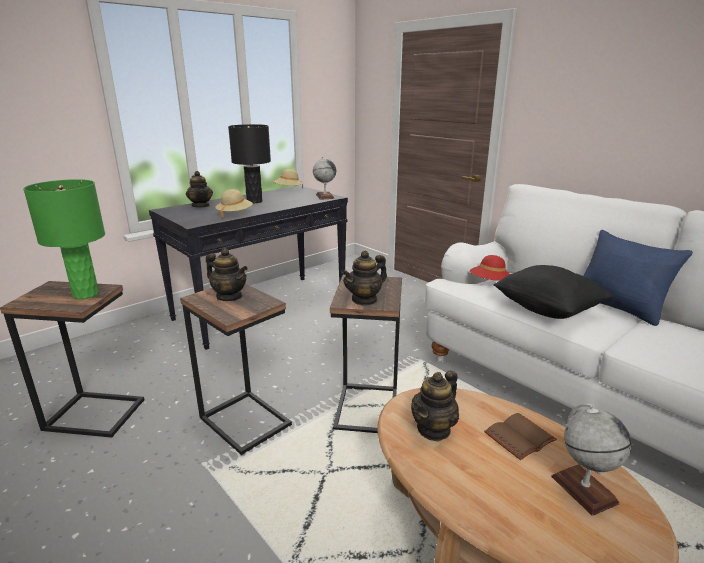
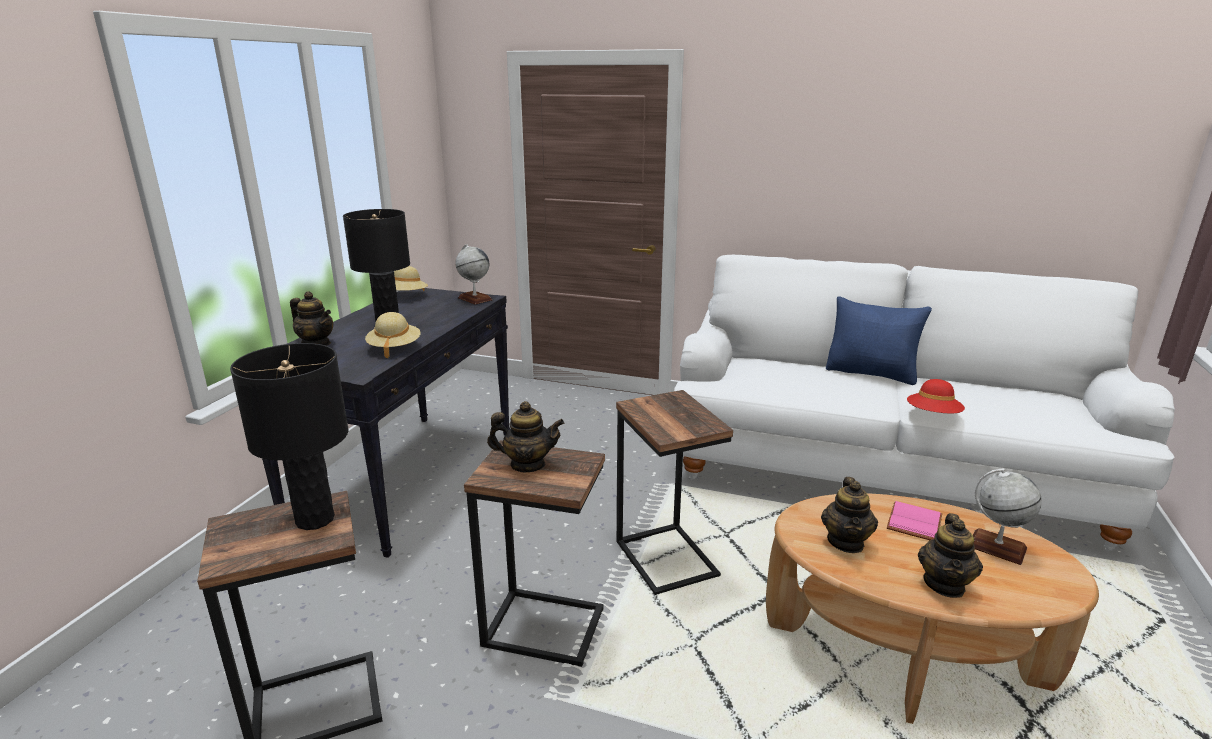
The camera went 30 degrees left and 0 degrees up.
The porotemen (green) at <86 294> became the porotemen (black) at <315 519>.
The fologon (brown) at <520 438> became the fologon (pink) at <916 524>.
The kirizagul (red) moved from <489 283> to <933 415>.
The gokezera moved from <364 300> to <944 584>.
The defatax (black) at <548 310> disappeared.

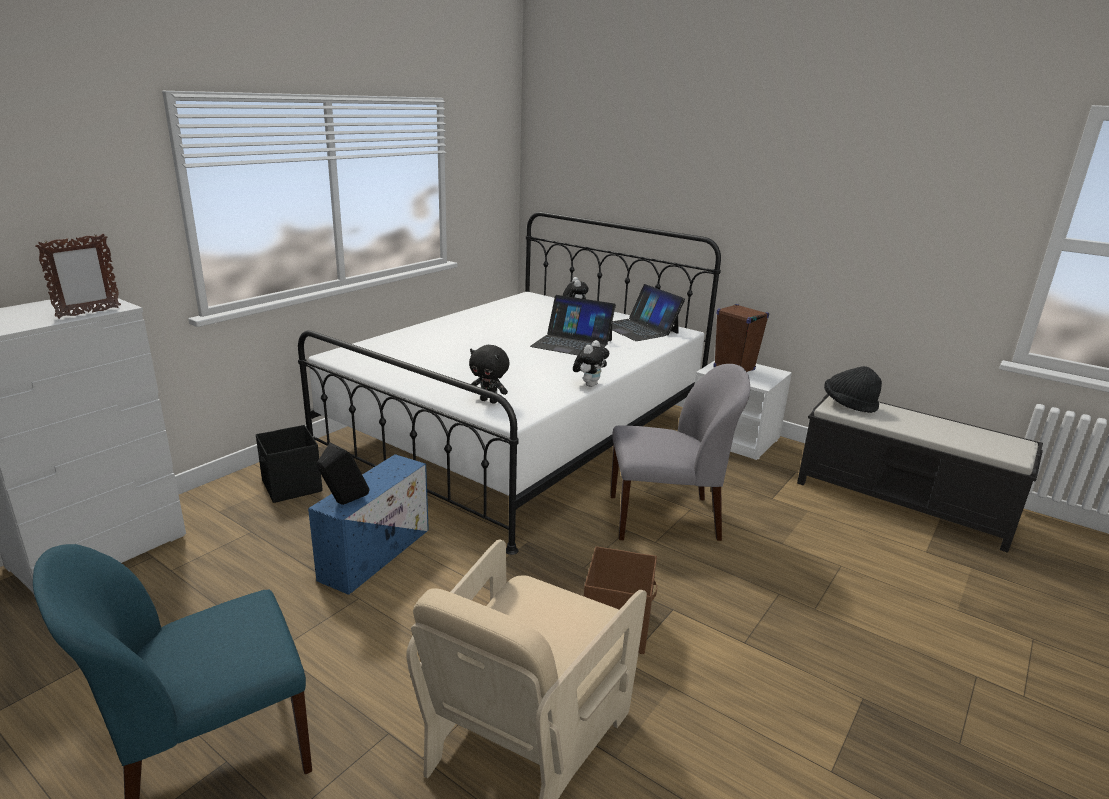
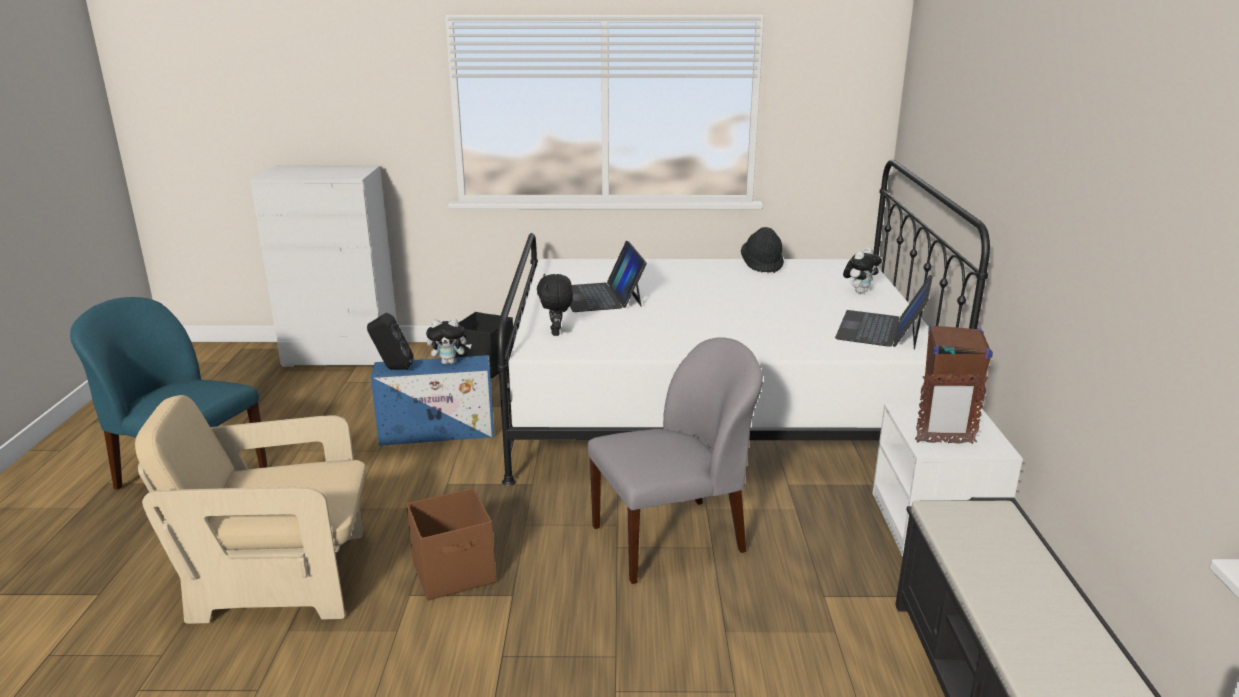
The camera went 55 degrees right and 0 degrees up.
The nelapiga moved from <589 384> to <449 362>.
The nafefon moved from <572 343> to <601 296>.
The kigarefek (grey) at <666 518> turned 75 degrees counterclockwise.
The kirizagul (black) moved from <848 405> to <762 265>.
The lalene moved from <88 313> to <944 442>.

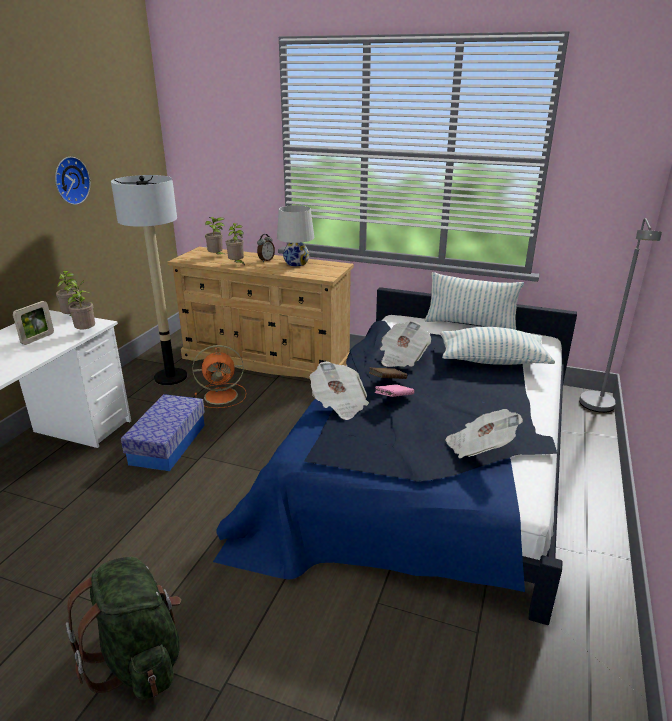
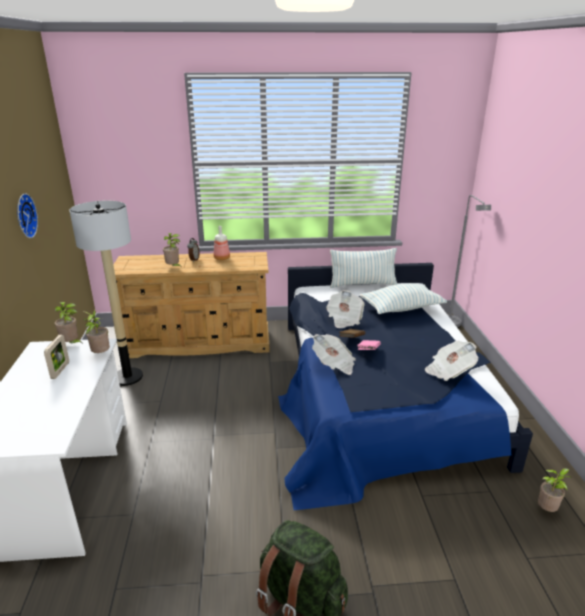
The camera went 25 degrees left and 0 degrees up.
The porotemen (white) at <296 263> was replaced by the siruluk at <222 258>.
The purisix moved from <217 256> to <547 510>.
The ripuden at <168 444> disappeared.
The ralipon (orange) at <222 395> disappeared.

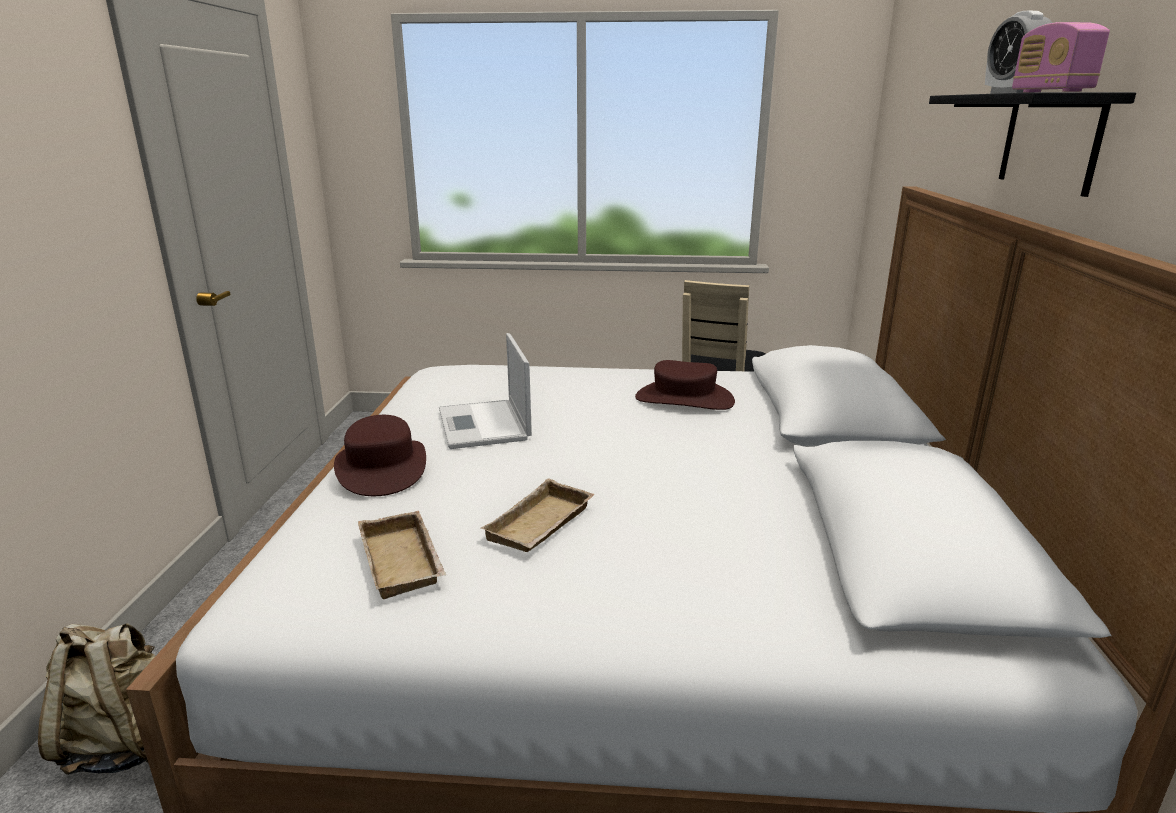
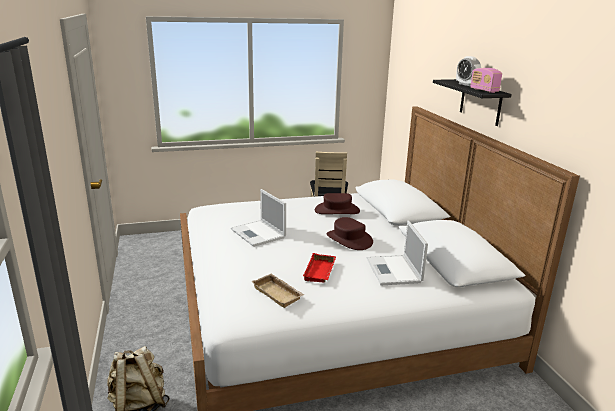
The camera went 20 degrees left and 0 degrees up.
The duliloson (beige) at <541 525> became the duliloson (red) at <321 272>.
The kirizagul (brown) moved from <381 468> to <349 239>.
The nafefon at <394 271> appeared.

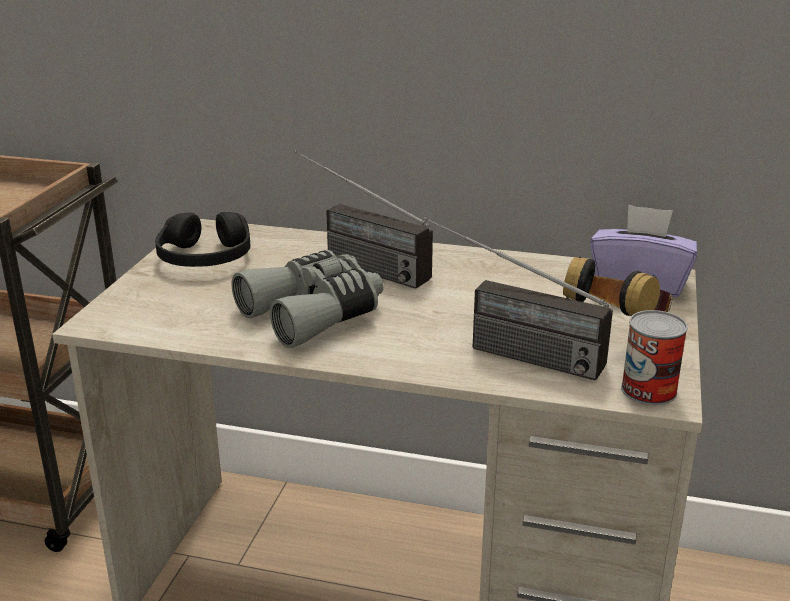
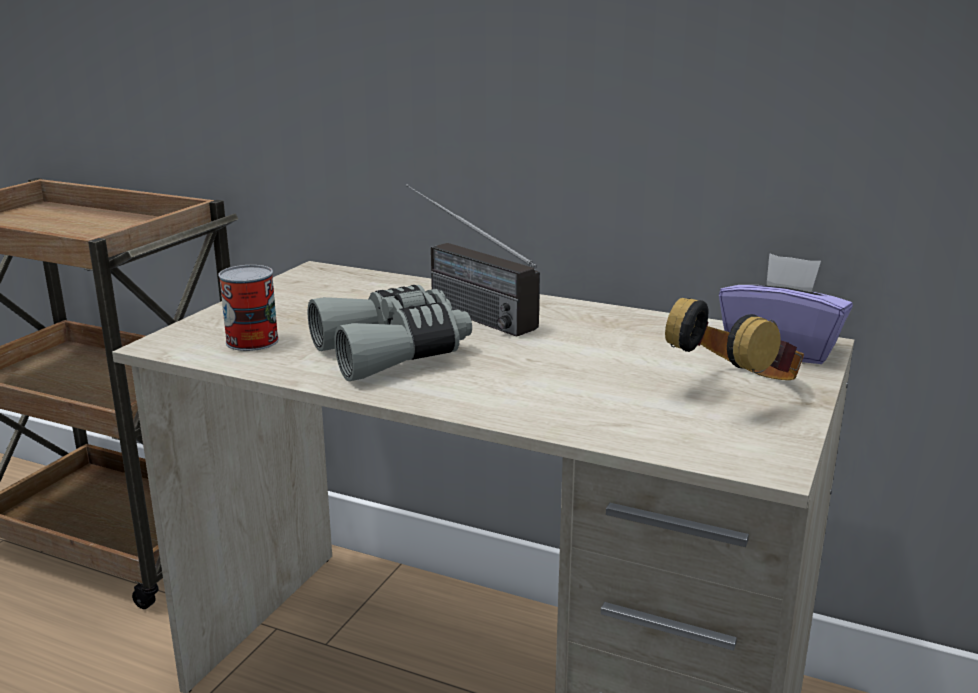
The camera went 10 degrees right and 5 degrees down.
The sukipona moved from <649 390> to <252 341>.
The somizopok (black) at <205 257> disappeared.
The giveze at <503 350> disappeared.

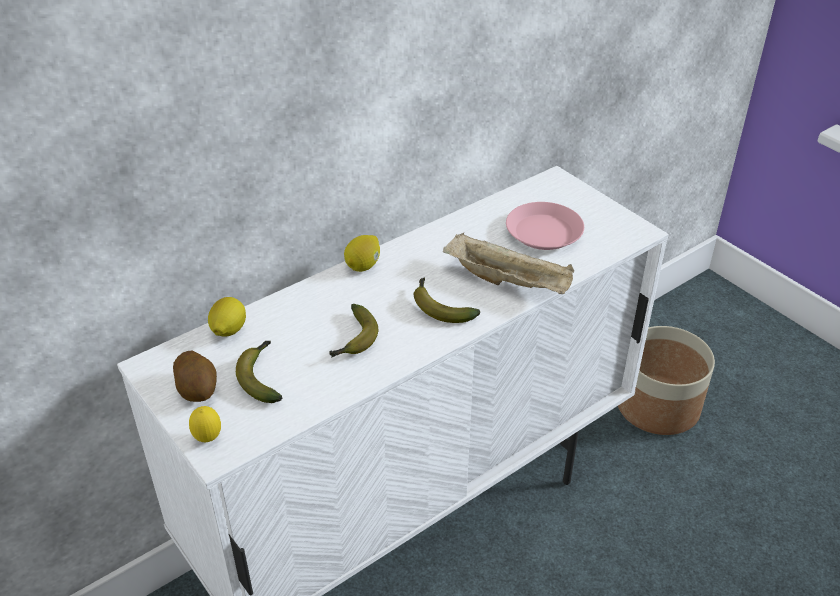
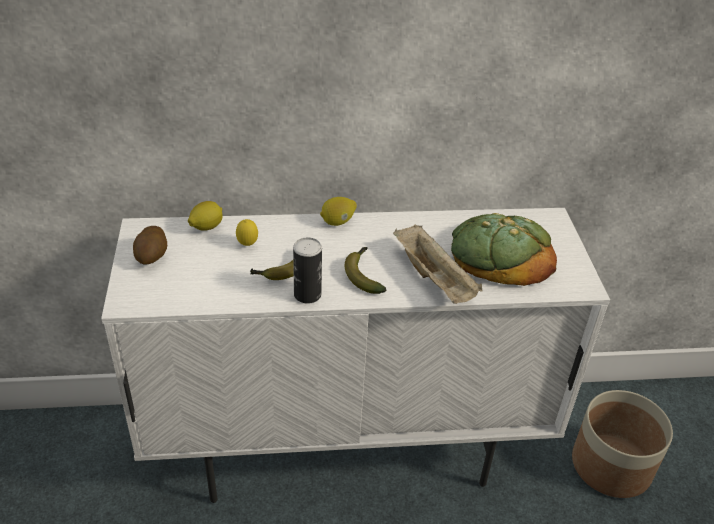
The camera went 30 degrees right and 0 degrees up.
The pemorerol moved from <208 439> to <247 245>.
The sukipona at <307 294> appeared.
The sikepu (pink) at <544 232> was replaced by the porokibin at <500 254>.
The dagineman at <261 377> disappeared.

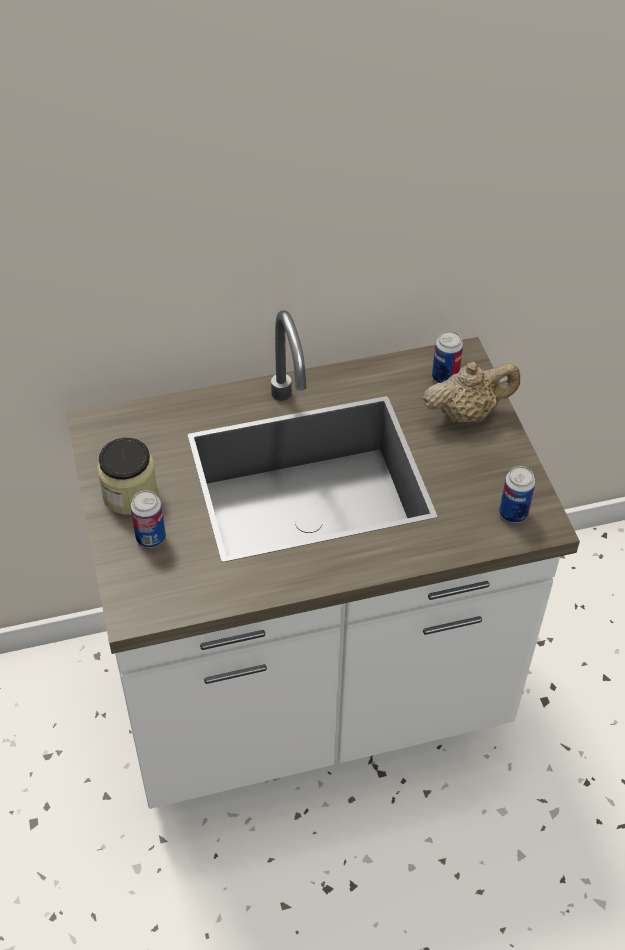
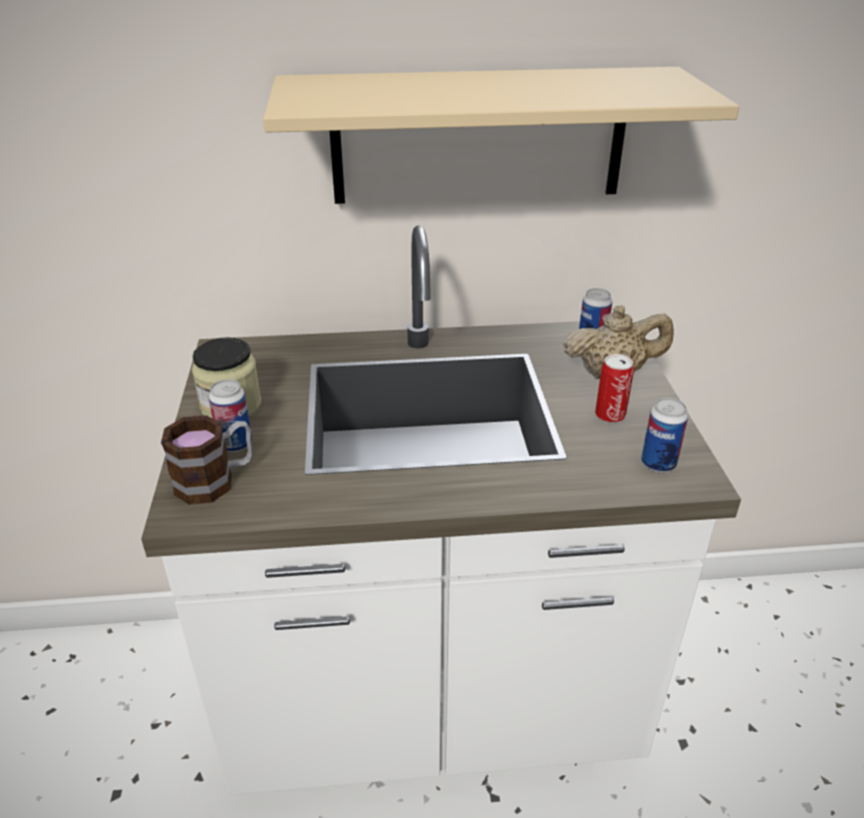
The camera went 10 degrees right and 15 degrees down.
The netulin at <216 480> appeared.
The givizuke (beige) at <478 136> appeared.
The sukipona at <610 415> appeared.

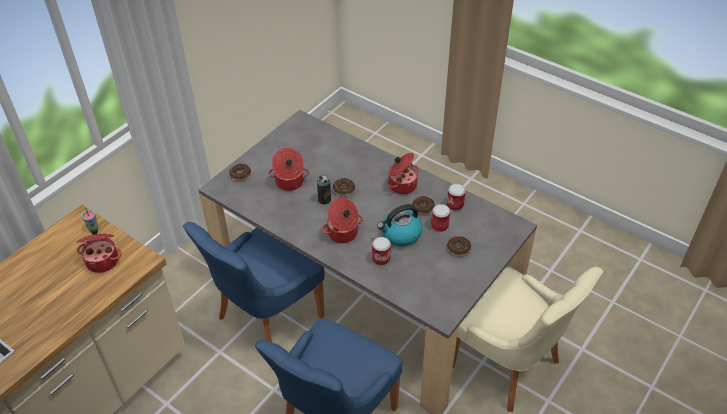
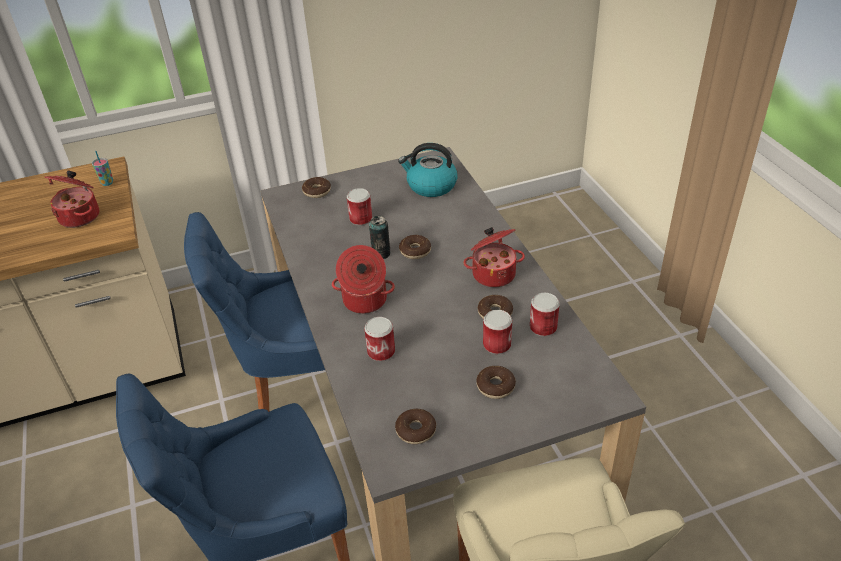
The camera went 35 degrees right and 5 degrees down.
The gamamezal at <289 182> was replaced by the sukipona at <361 219>.
The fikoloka at <416 430> appeared.
The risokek moved from <400 234> to <431 186>.

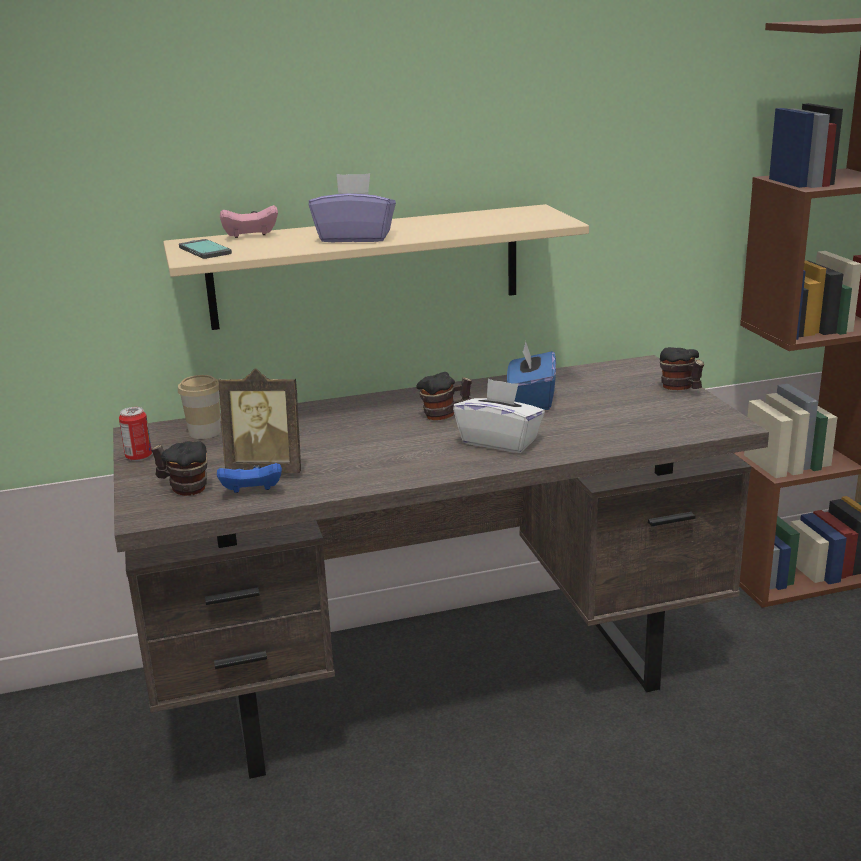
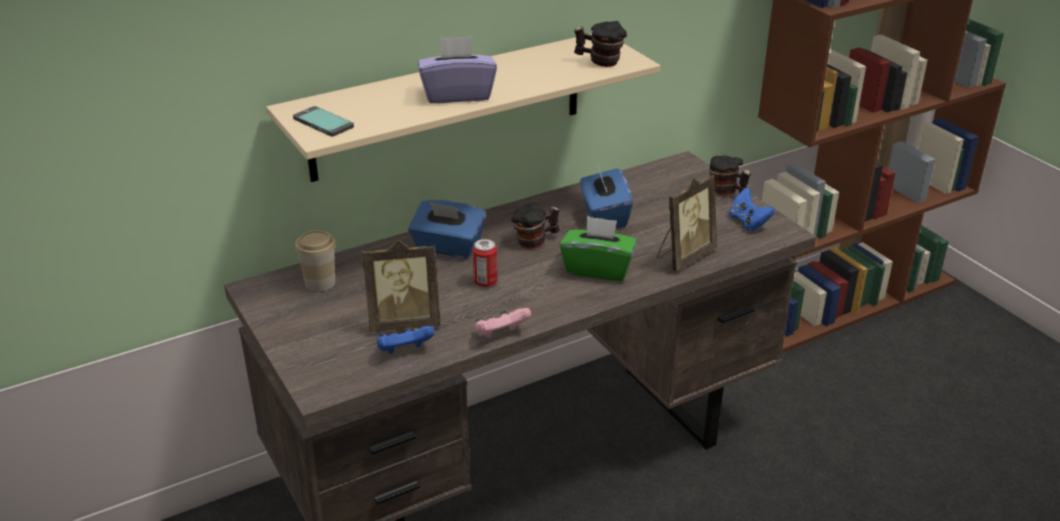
The camera went 15 degrees left and 10 degrees up.
The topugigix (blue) at <448 247> appeared.
The sukipona moved from <139 457> to <485 282>.
The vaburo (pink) moved from <250 237> to <500 335>.
The topugigix (white) at <499 441> became the topugigix (green) at <598 269>.
The netulin moved from <184 488> to <599 62>.
The lalene at <684 256> appeared.
The vaburo (blue) at <748 222> appeared.

